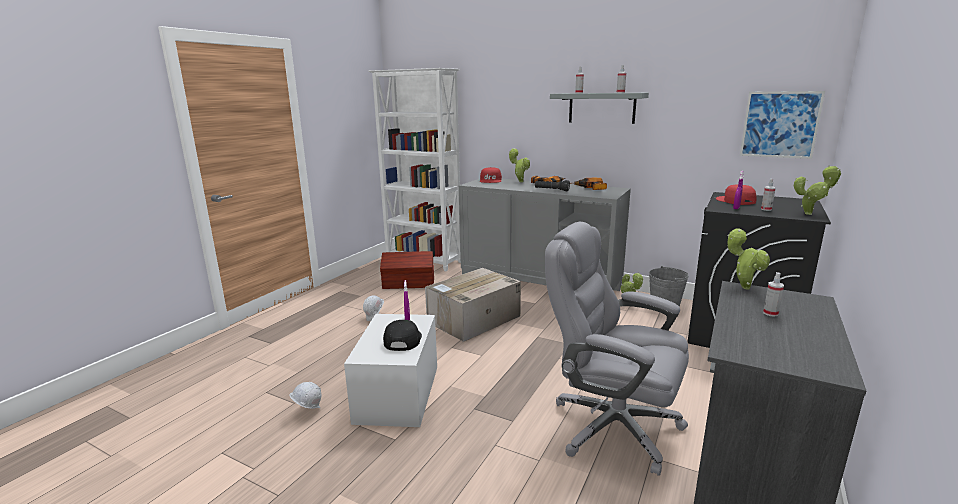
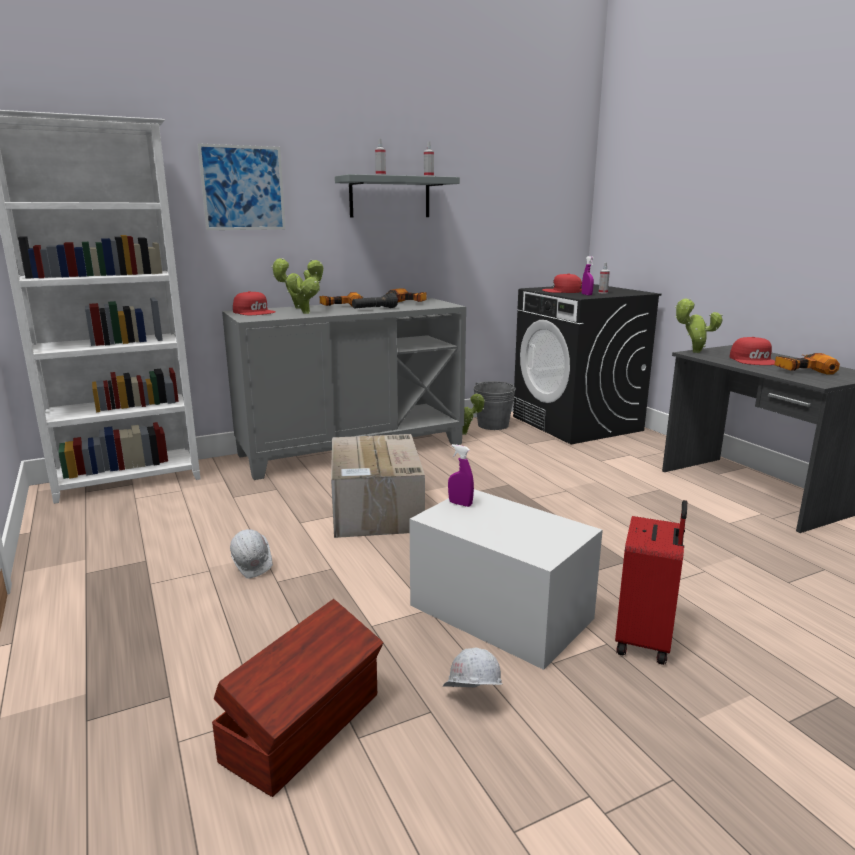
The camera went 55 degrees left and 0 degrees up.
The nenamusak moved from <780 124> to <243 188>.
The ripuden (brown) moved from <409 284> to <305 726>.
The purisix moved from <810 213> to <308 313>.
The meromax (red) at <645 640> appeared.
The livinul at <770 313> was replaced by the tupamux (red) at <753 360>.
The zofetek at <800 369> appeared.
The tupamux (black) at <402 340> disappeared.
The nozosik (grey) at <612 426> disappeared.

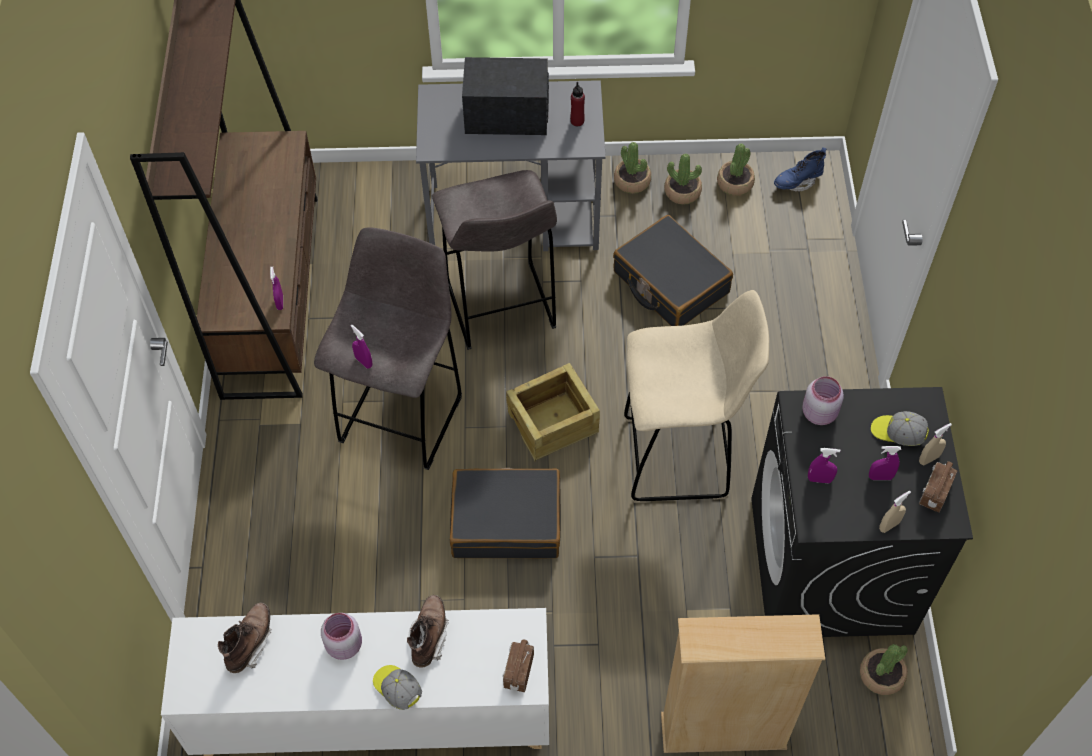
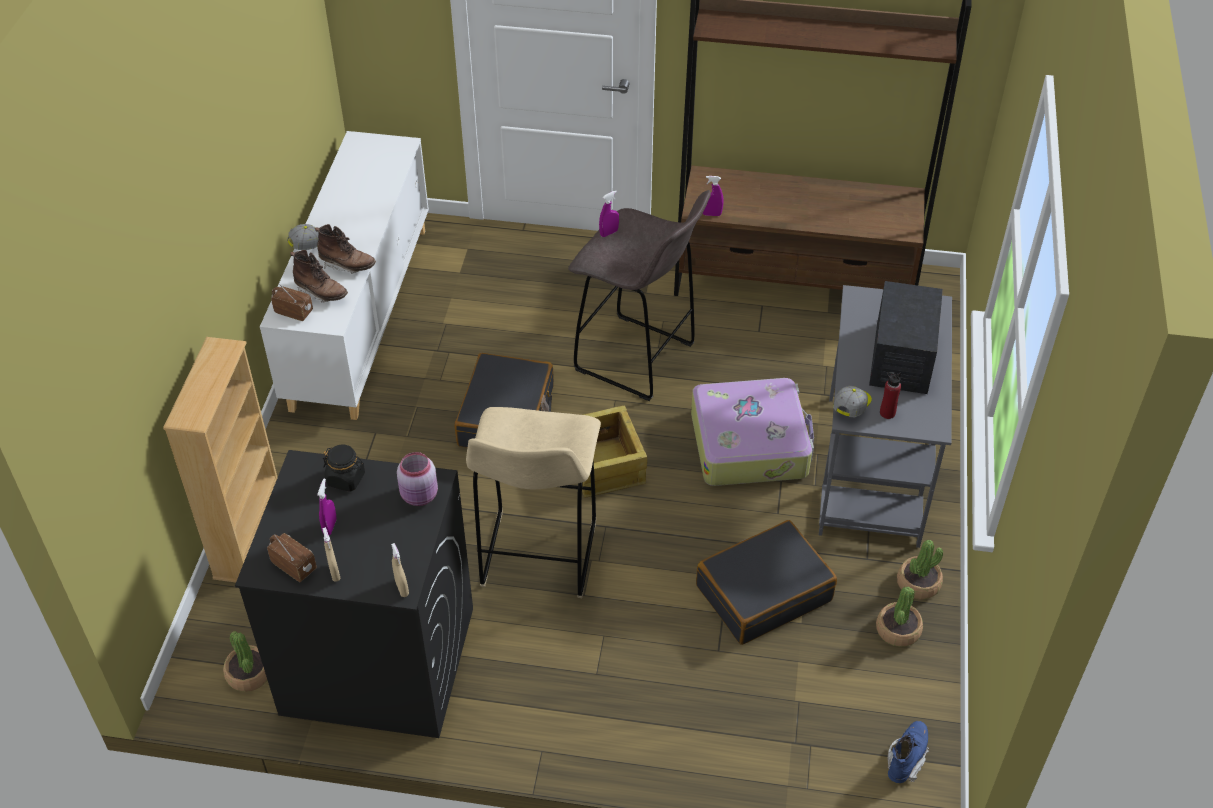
The camera went 100 degrees right and 10 degrees down.
The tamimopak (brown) moved from <250 643> to <321 293>.
The livinul (purple) at <819 479> was replaced by the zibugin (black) at <346 479>.
The livinul (beige) moved from <889 525> to <402 588>.
The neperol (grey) at <501 309> was replaced by the meromax at <750 443>.
The tupamux moved from <897 433> to <852 407>.
The tamimopak (blue) at <797 182> turned 45 degrees clockwise.
The zibugin (pink) at <344 644> disappeared.
The purisix at <735 183> disappeared.

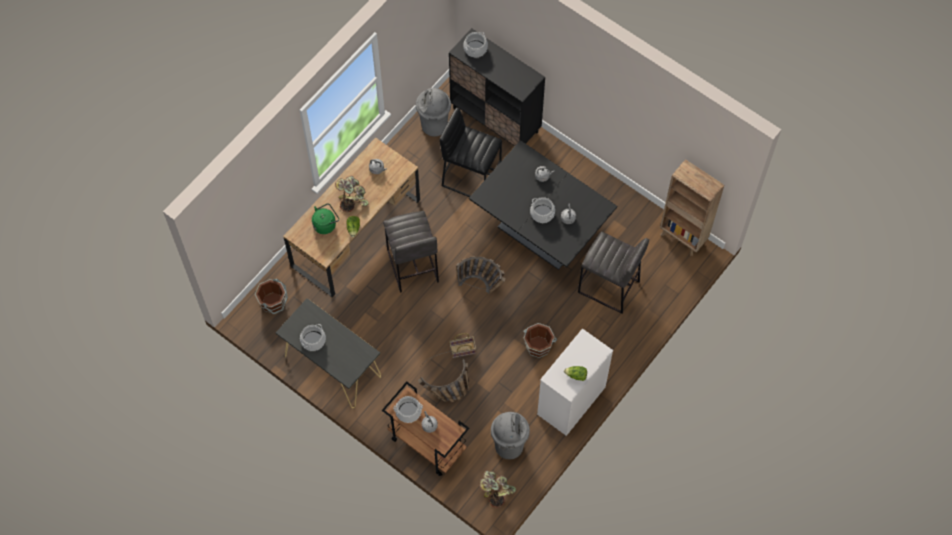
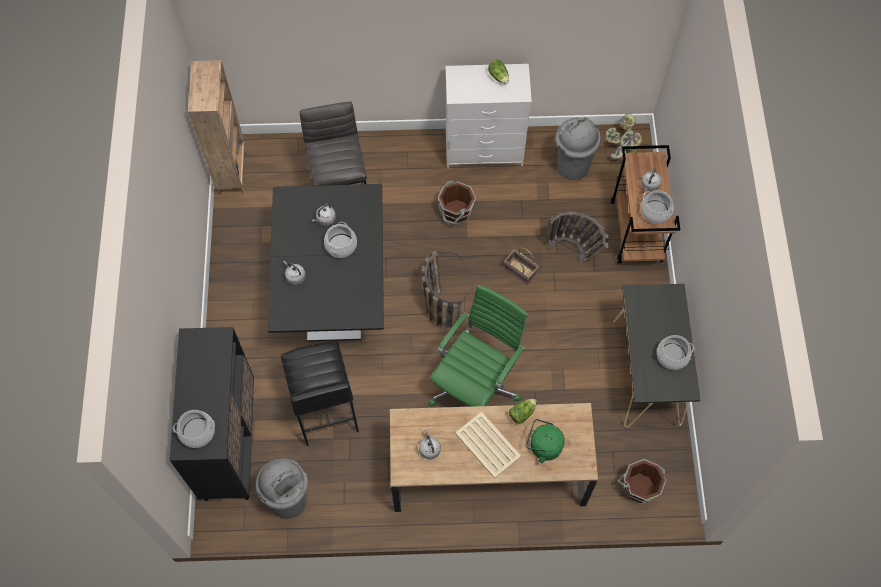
The camera went 130 degrees left and 0 degrees up.
The neperol (grey) at <412 266> was replaced by the nozosik (green) at <476 385>.
The purisix at <352 198> was replaced by the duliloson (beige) at <488 445>.

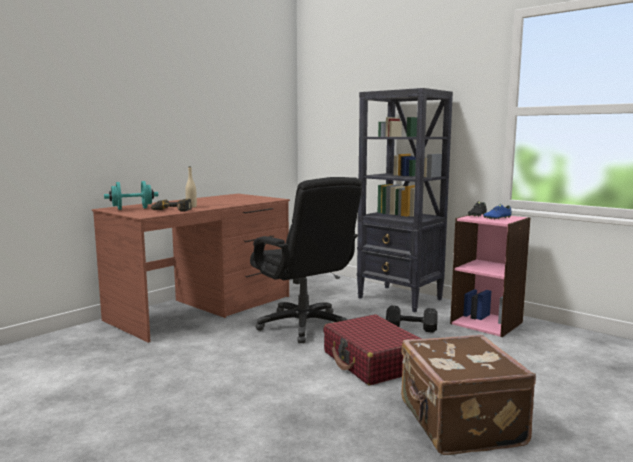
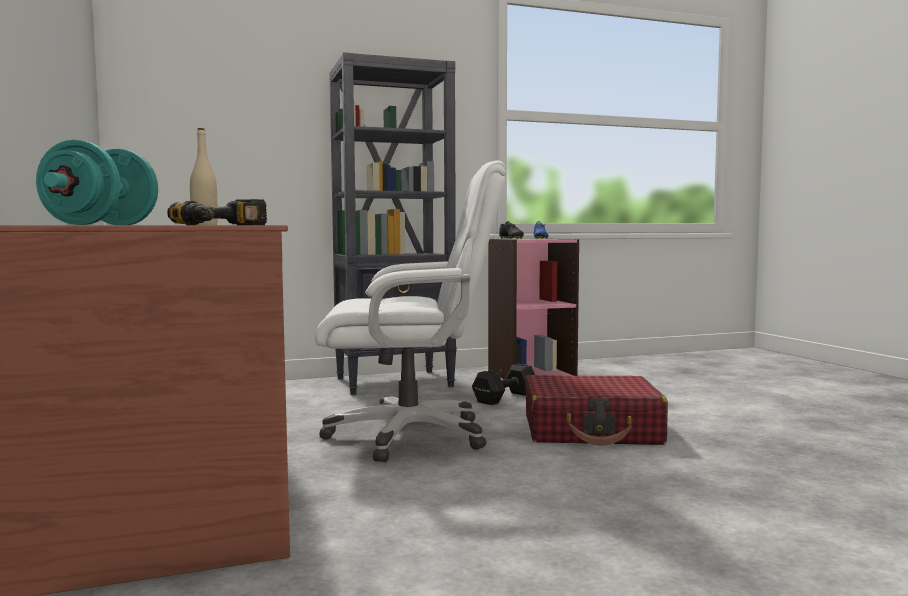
The camera went 60 degrees left and 5 degrees down.
The nozosik (black) at <304 325> became the nozosik (white) at <410 435>.
The meromax (brown) at <459 424> disappeared.

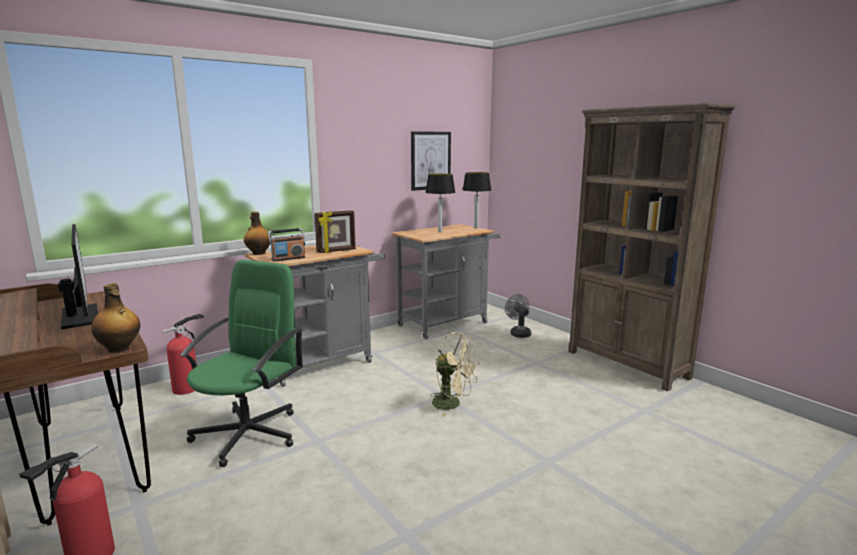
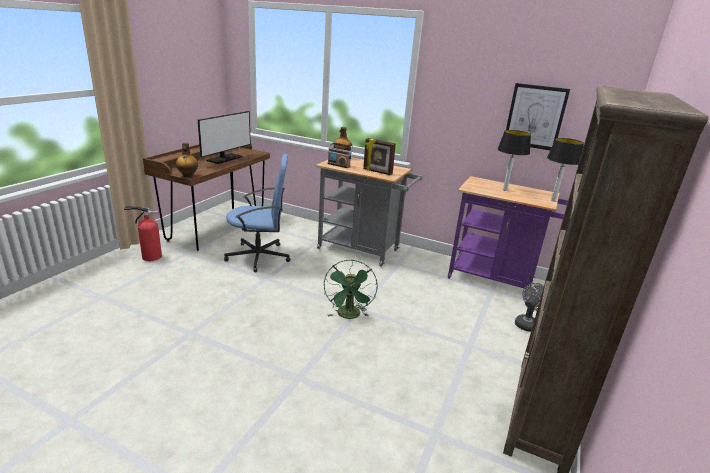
The camera went 60 degrees right and 10 degrees up.
The nozosik (green) at <249 434> became the nozosik (blue) at <259 257>.
The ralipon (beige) at <452 404> became the ralipon (green) at <349 316>.
The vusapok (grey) at <447 323> became the vusapok (purple) at <496 280>.
The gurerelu at <188 388> disappeared.

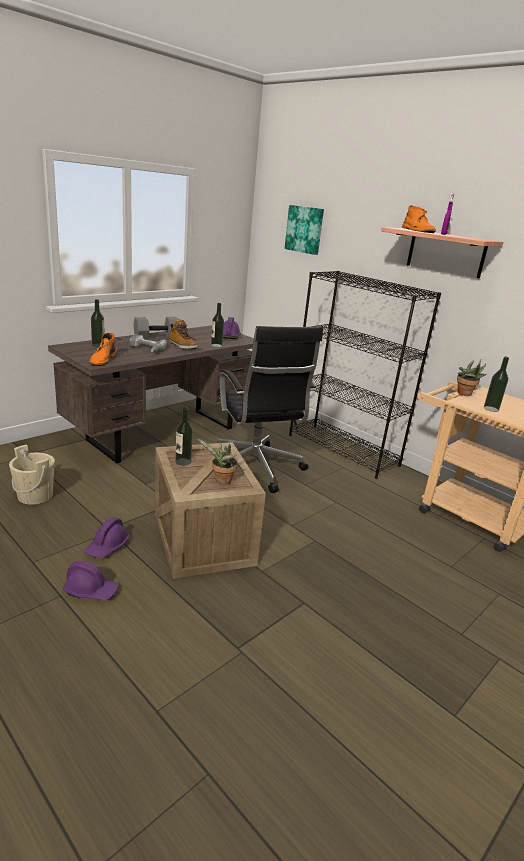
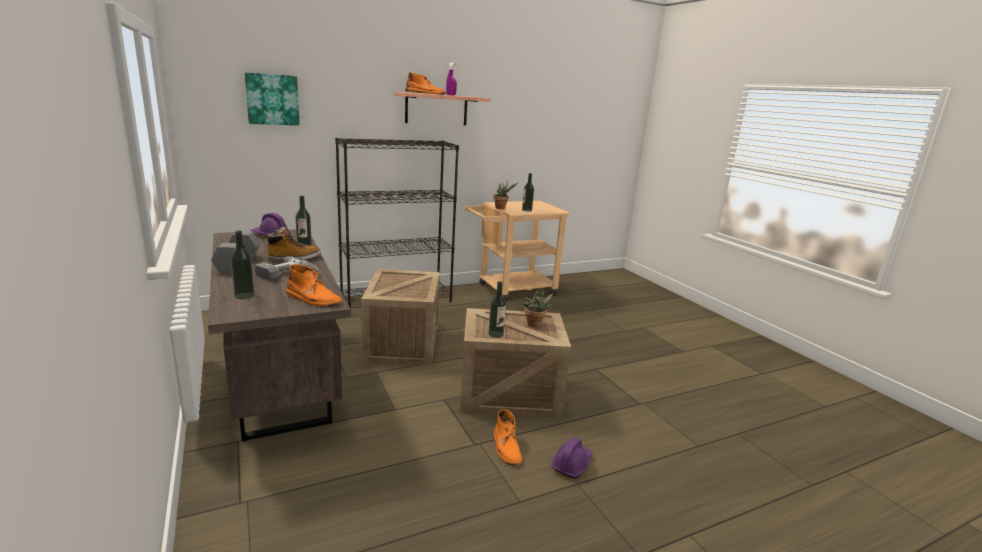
The camera went 70 degrees left and 5 degrees down.
The nozosik (black) at <255 469> was replaced by the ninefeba at <403 344>.
The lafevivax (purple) at <107 547> was replaced by the tamimopak (orange) at <506 448>.
The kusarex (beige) at <35 495> disappeared.

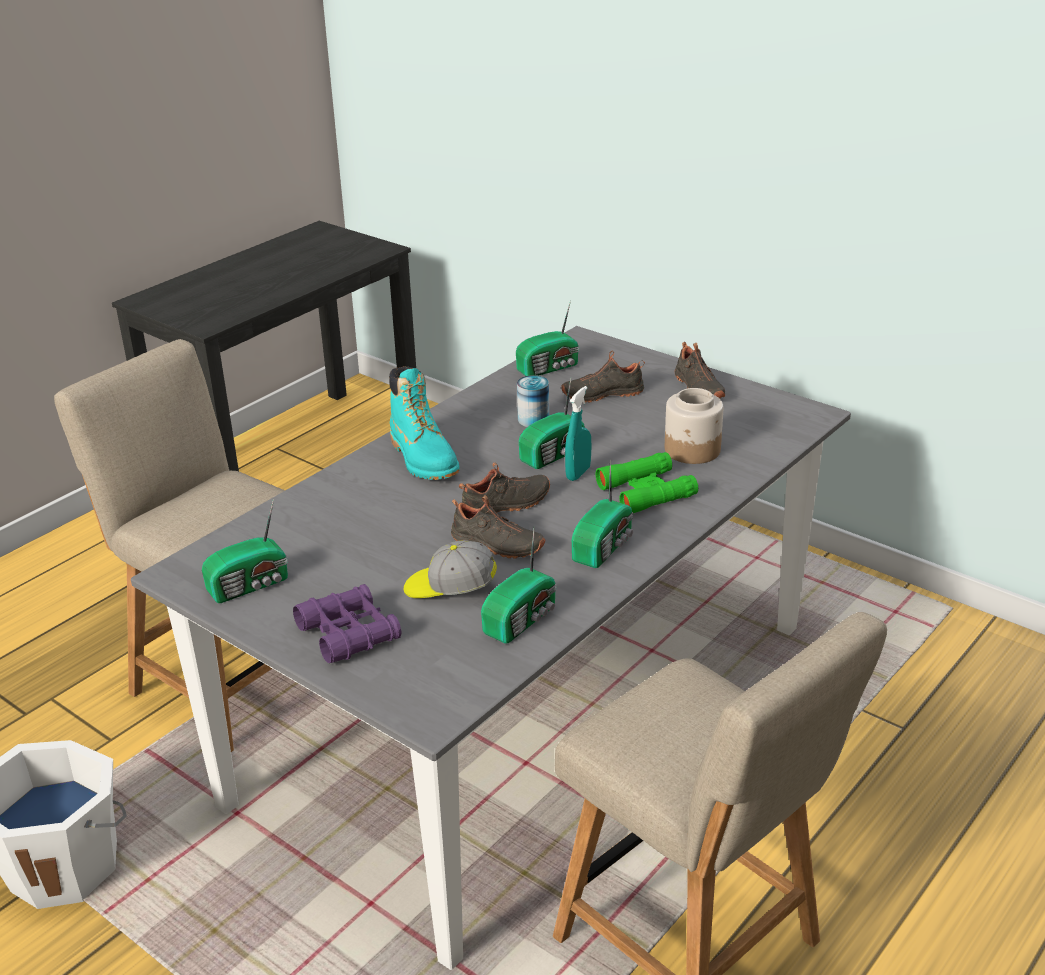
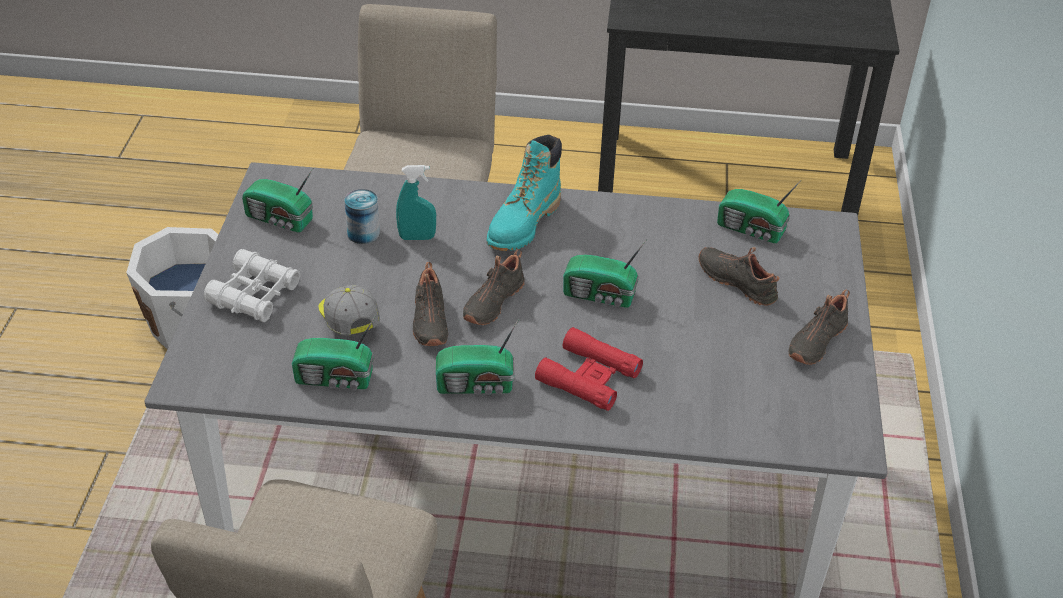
The camera went 55 degrees right and 10 degrees up.
The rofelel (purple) at <349 633> became the rofelel (white) at <254 295>.
The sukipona moved from <533 420> to <363 233>.
The livinul (turquoise) moved from <578 473> to <417 237>.
The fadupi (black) at <506 506> turned 90 degrees clockwise.
The rofelel (green) at <646 491> became the rofelel (red) at <589 377>.
The zibugin at <692 450> disappeared.

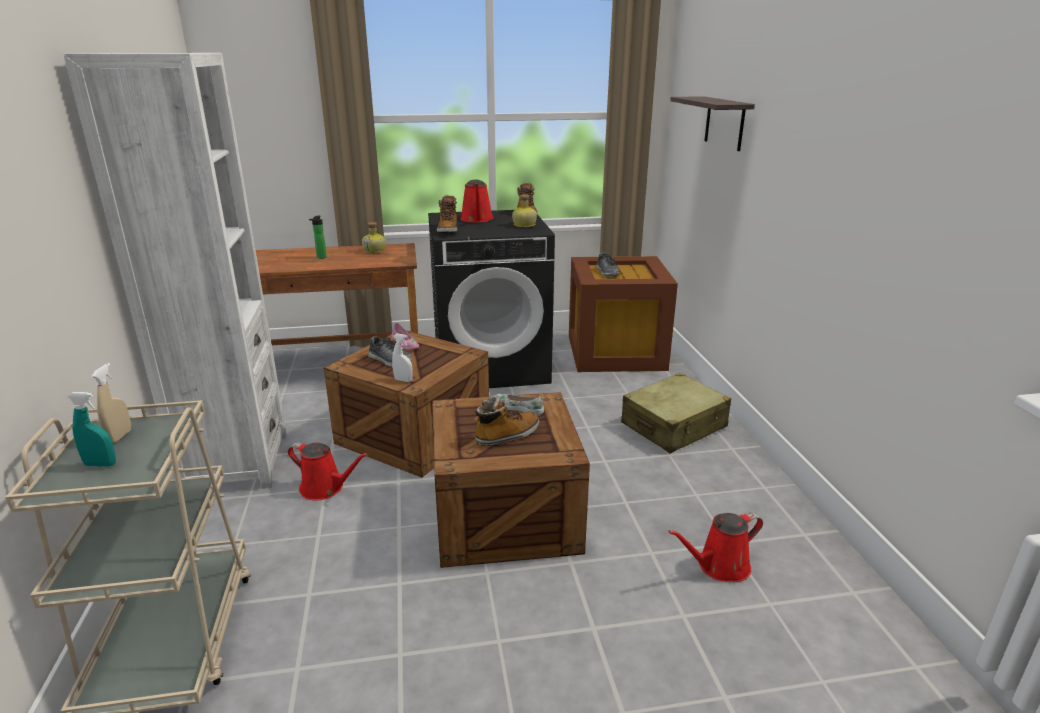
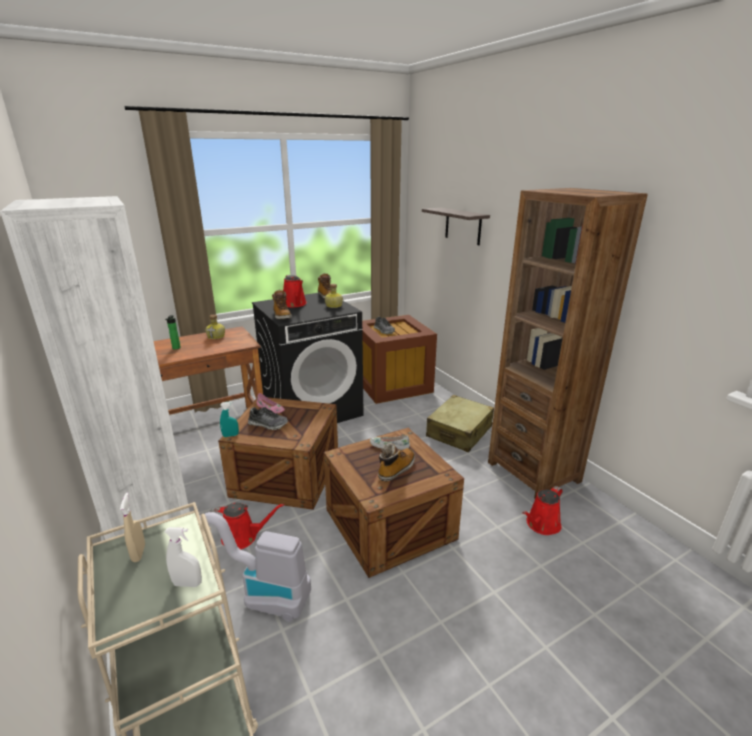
The camera went 20 degrees left and 0 degrees up.
The livinul (white) moved from <403 380> to <187 583>.
The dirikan at <256 595> appeared.
The livinul (turquoise) moved from <100 464> to <230 435>.
The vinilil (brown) at <533 472> appeared.

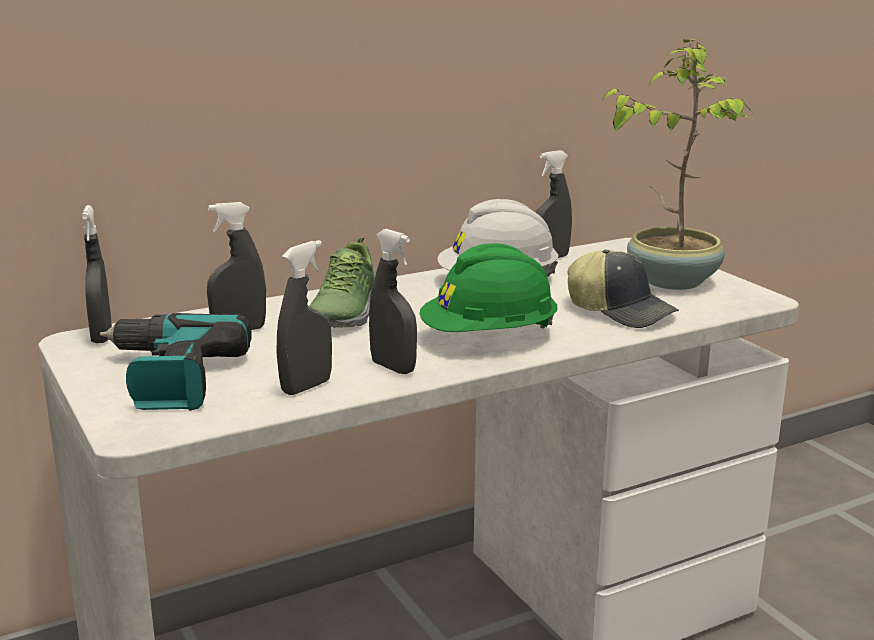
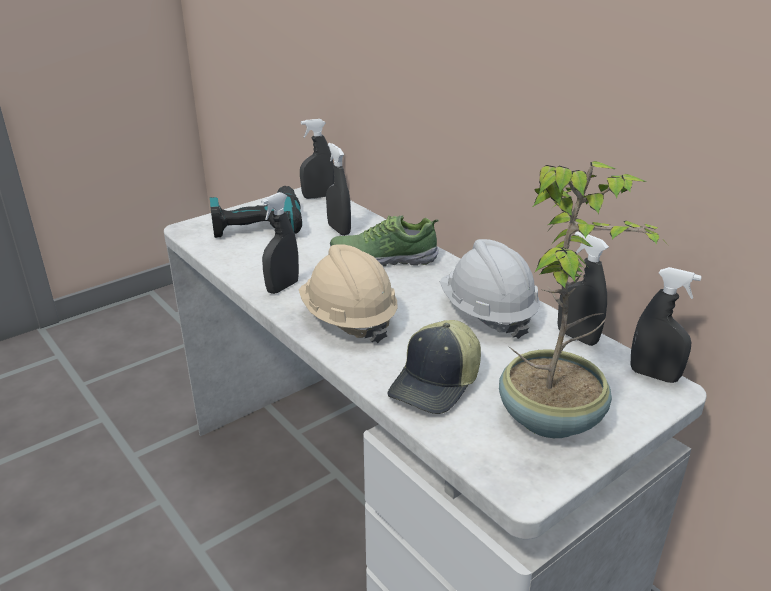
The camera went 80 degrees right and 10 degrees up.
The lafevivax (green) at <489 338> became the lafevivax (beige) at <348 319>.
The livinul (grey) moved from <306 387> to <654 375>.

